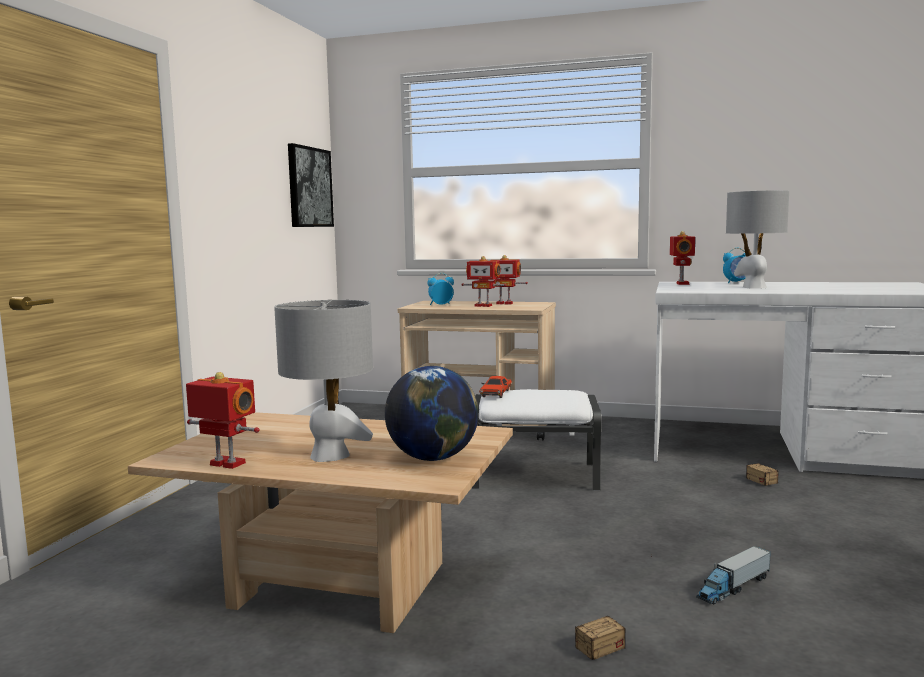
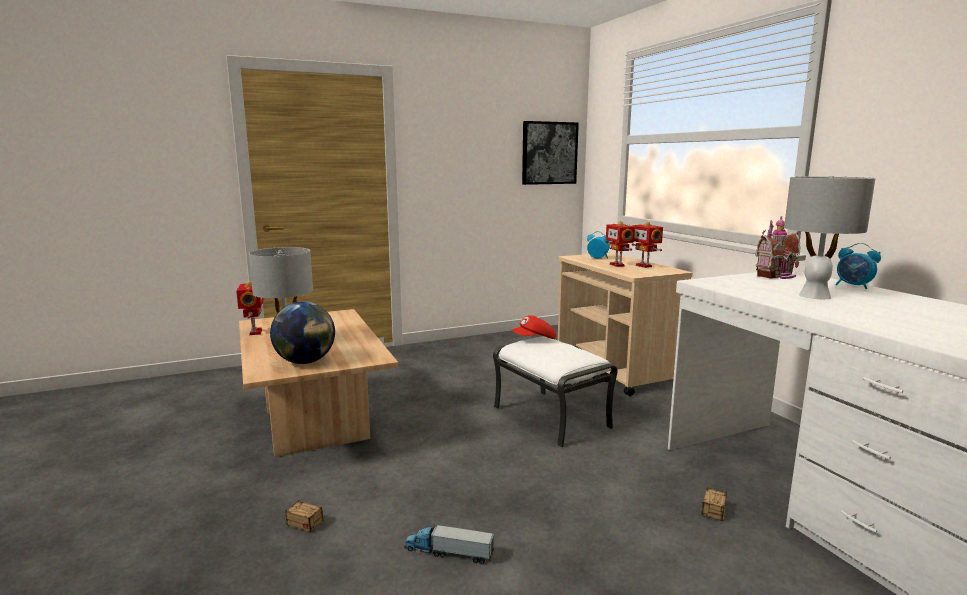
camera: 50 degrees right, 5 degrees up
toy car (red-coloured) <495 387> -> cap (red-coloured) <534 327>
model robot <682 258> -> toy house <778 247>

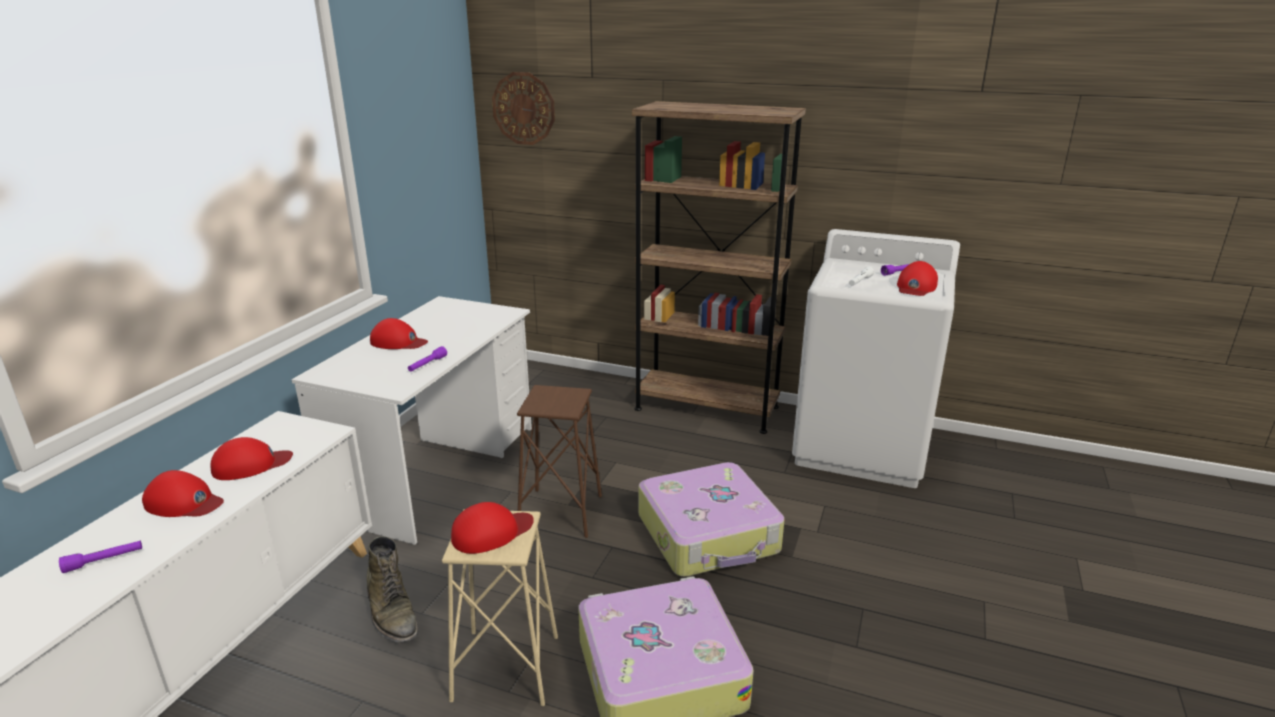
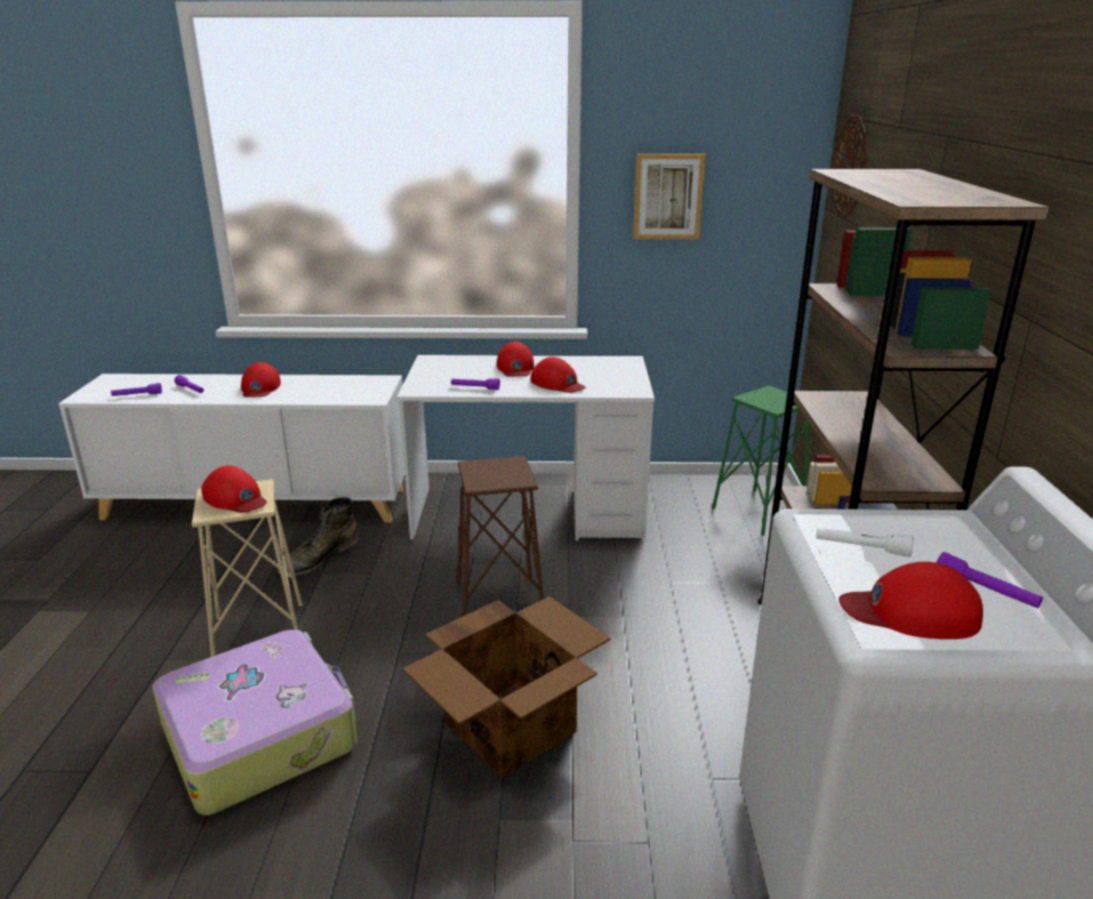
camera: 70 degrees right, 0 degrees up
cap (red-coloured) <252 458> -> cap (red-coloured) <558 375>, move
suitcase <712 519> -> carton <507 687>
none -> hand torch (purplish) <136 389>
none -> wall art <669 196>
none -> stool seat (greenish) <760 461>

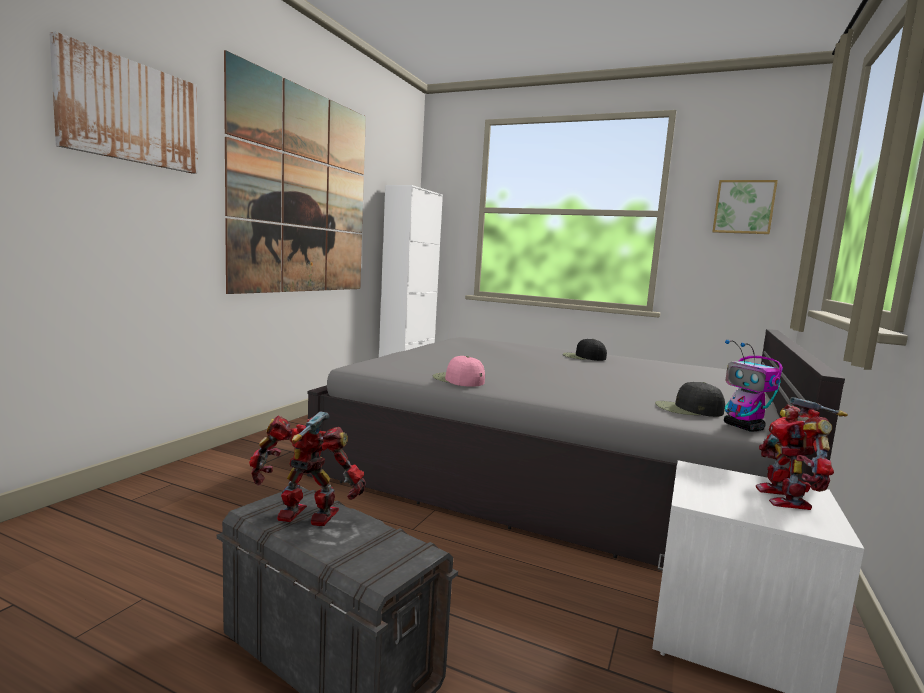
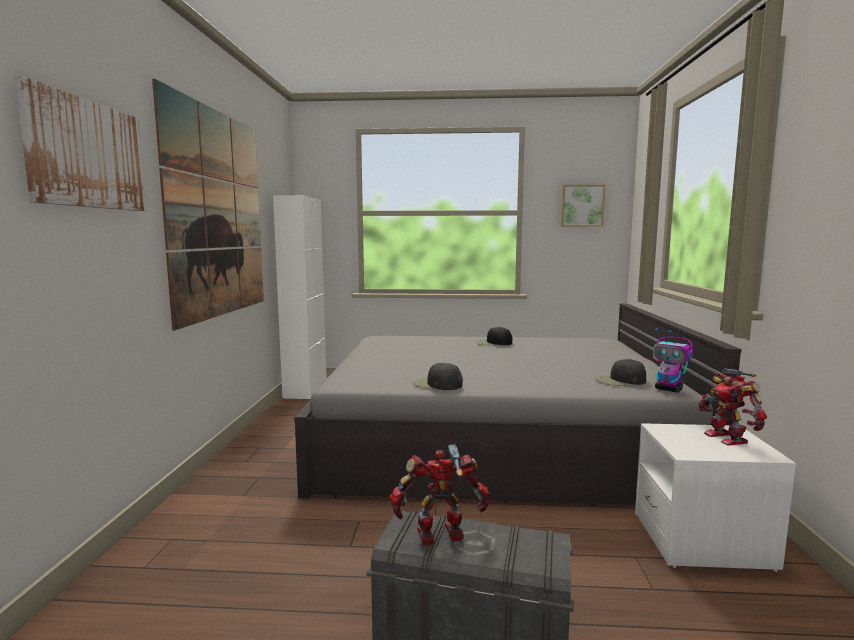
camera: 20 degrees left, 0 degrees up
cap (pink-coloured) <459 371> -> cap (black-coloured) <438 376>

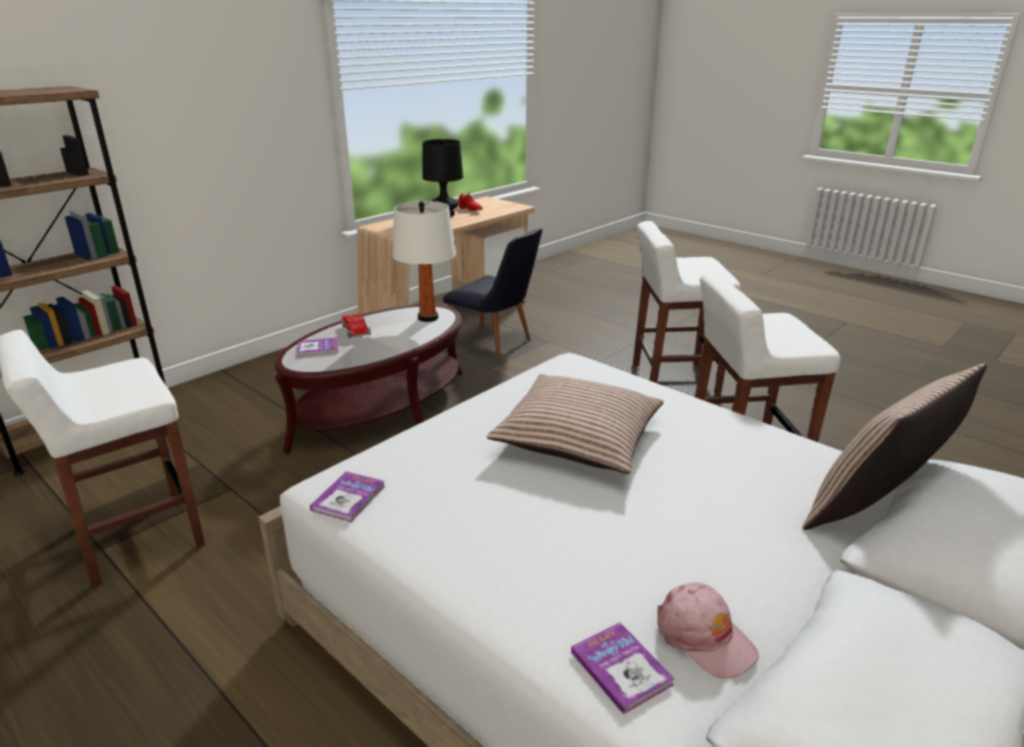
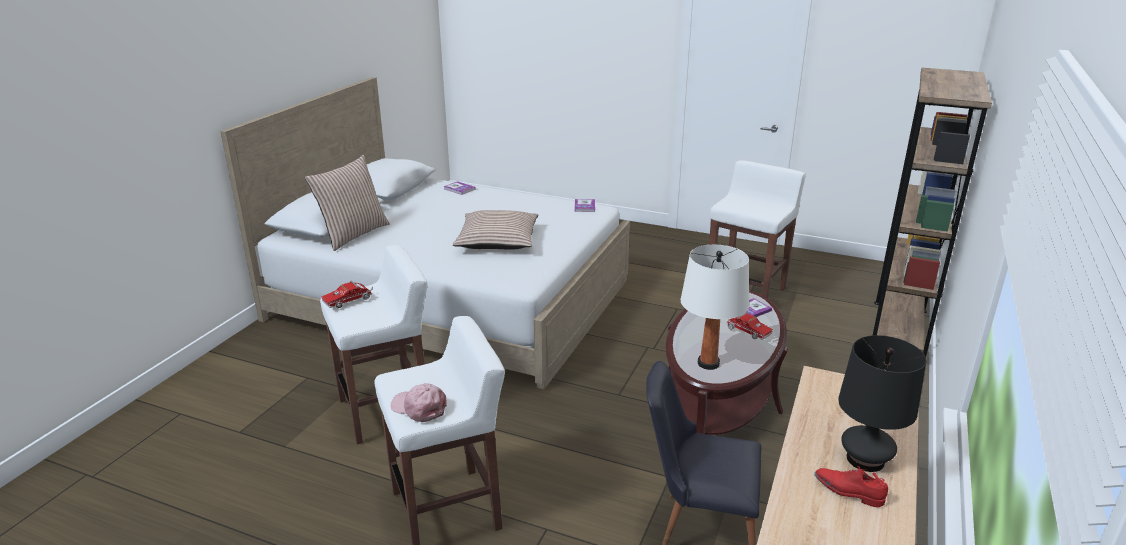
camera: 160 degrees right, 0 degrees up
cap (pink-coloured) <708 630> -> cap (pink-coloured) <419 402>, move
none -> toy truck <347 294>

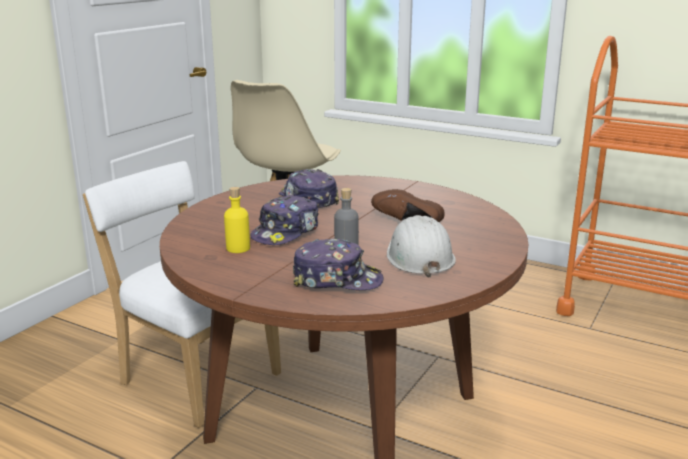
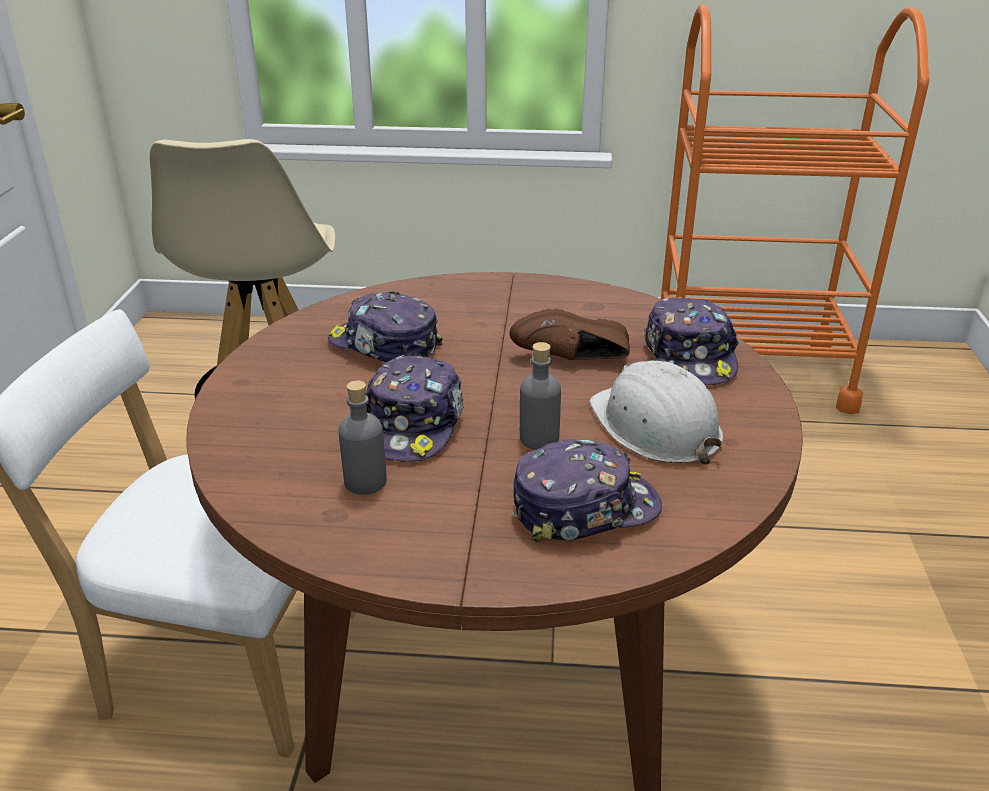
camera: 25 degrees left, 10 degrees up
bottle (yellowish) <237 220> -> bottle (gray) <362 437>
none -> cap <692 341>

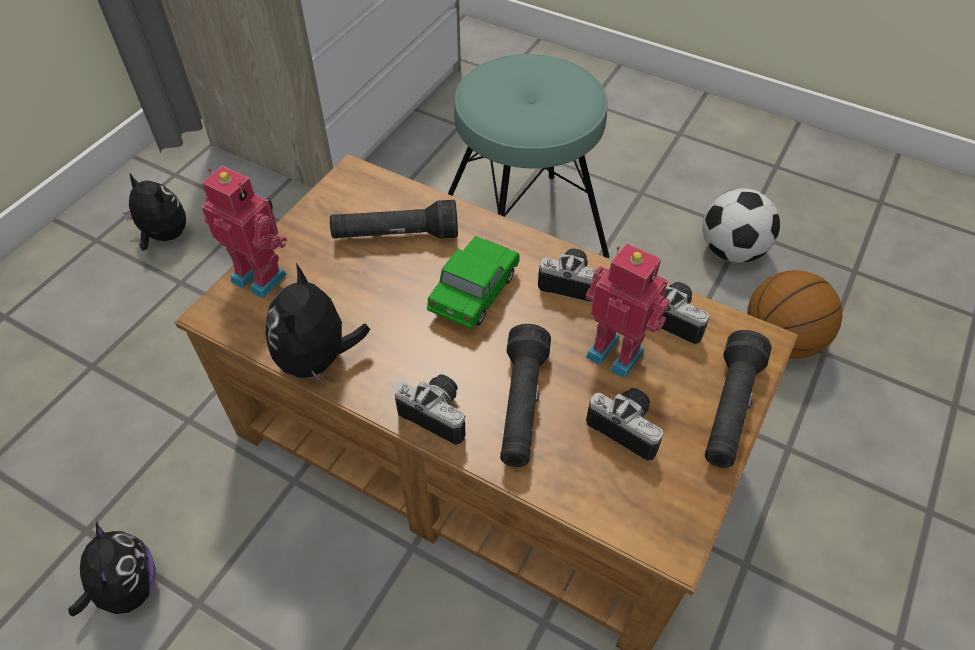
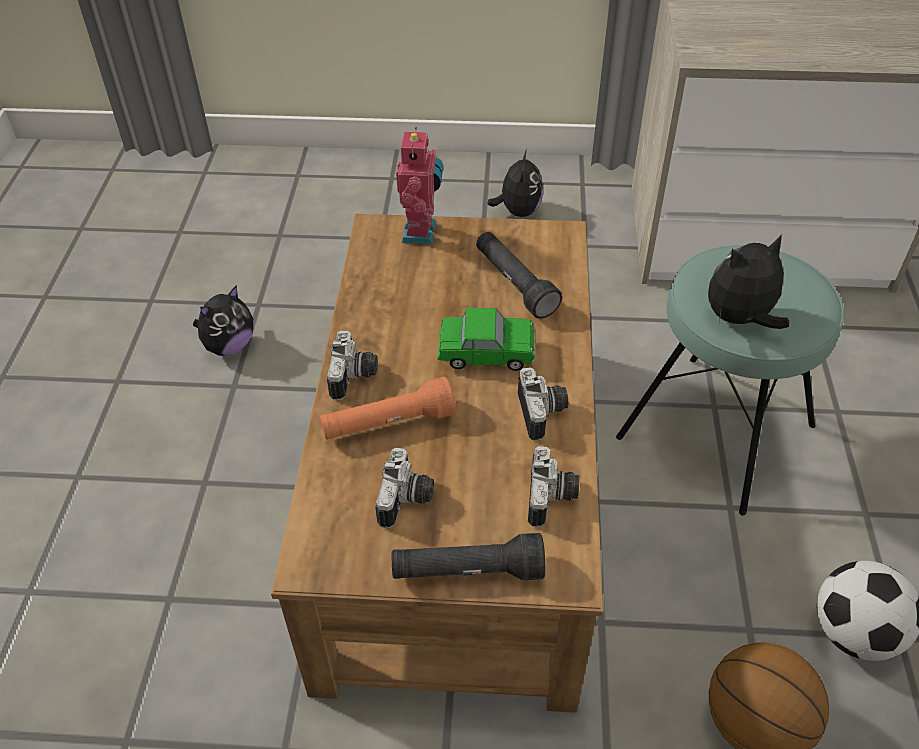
camera: 65 degrees right, 5 degrees down
soft toy <318 324> -> soft toy <748 281>, move
hand torch (black-coloured) <525 395> -> hand torch (orange-coloured) <388 407>
model robot <627 310> -> none

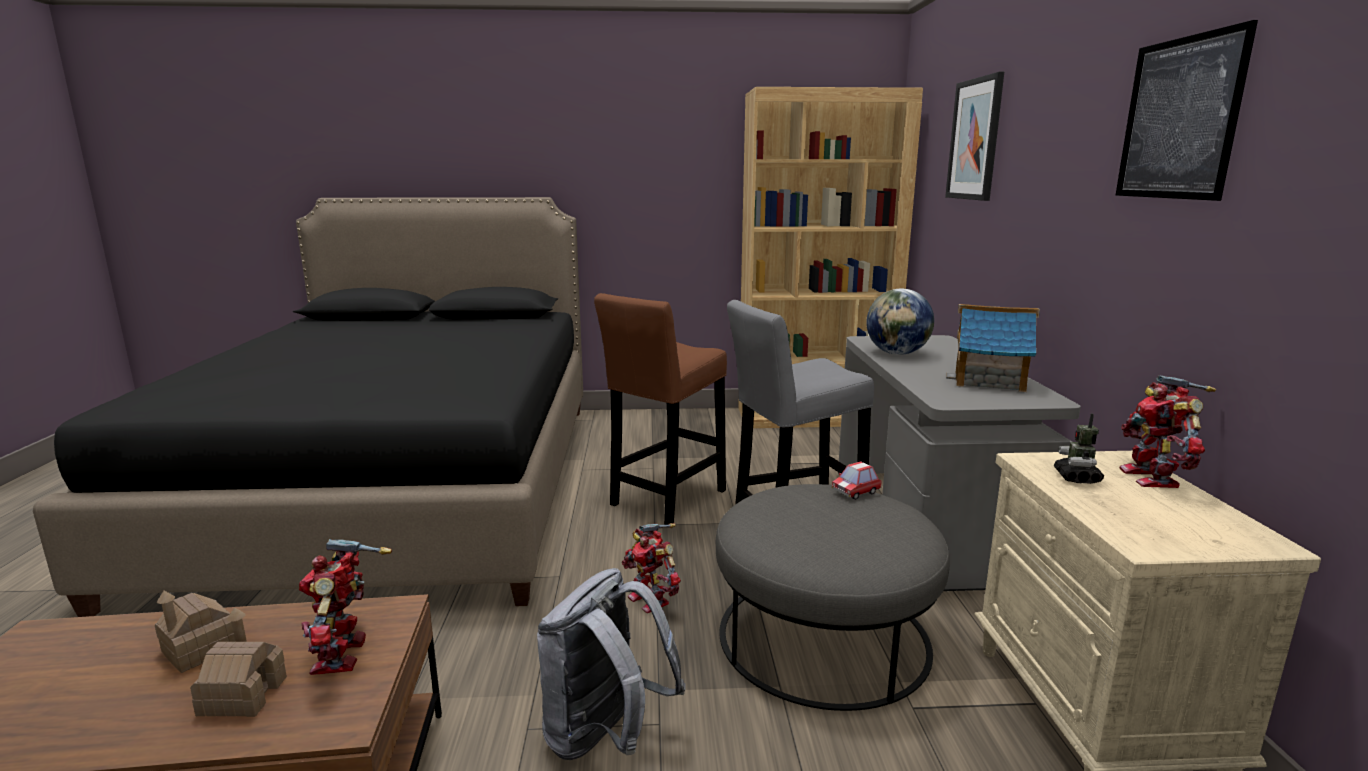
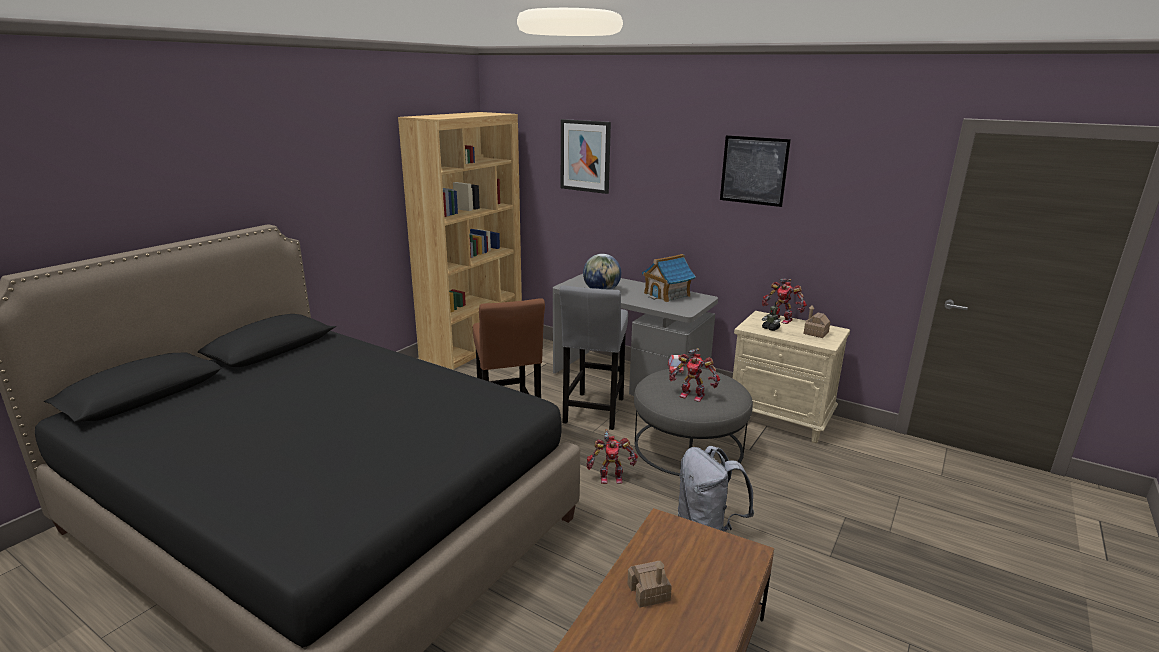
camera: 55 degrees left, 5 degrees up
toy house <238 662> -> toy house <816 321>, move
model robot <345 607> -> model robot <694 375>, move

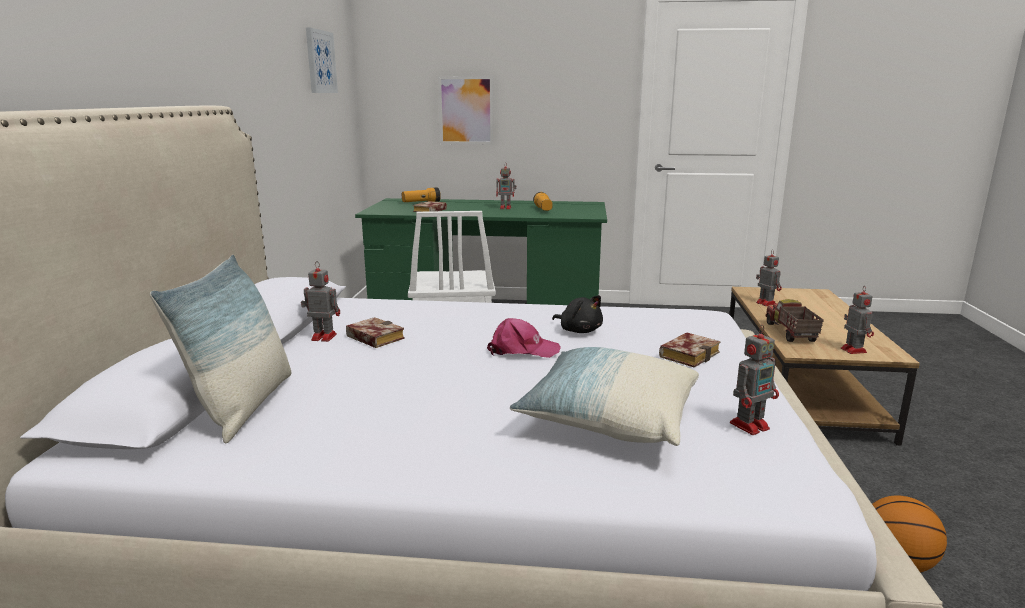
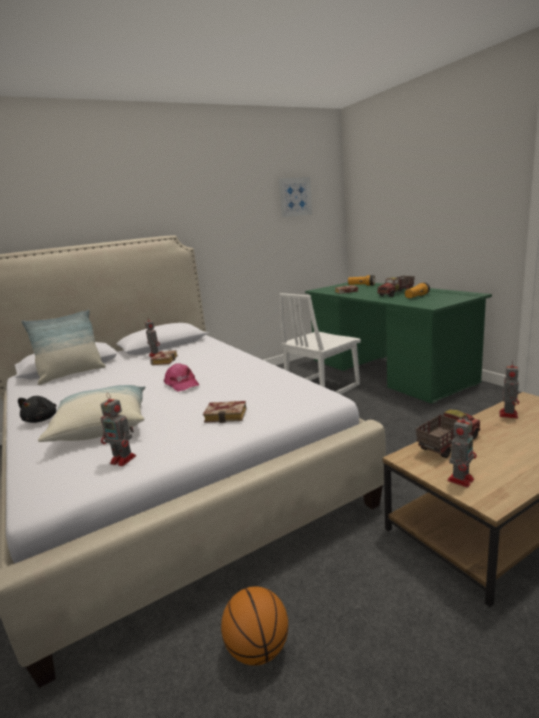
camera: 55 degrees right, 0 degrees up
wall art <466 110> -> none
model robot <506 185> -> toy truck <396 286>
soft toy (black-coloured) <577 314> -> soft toy (black-coloured) <37 409>, move

